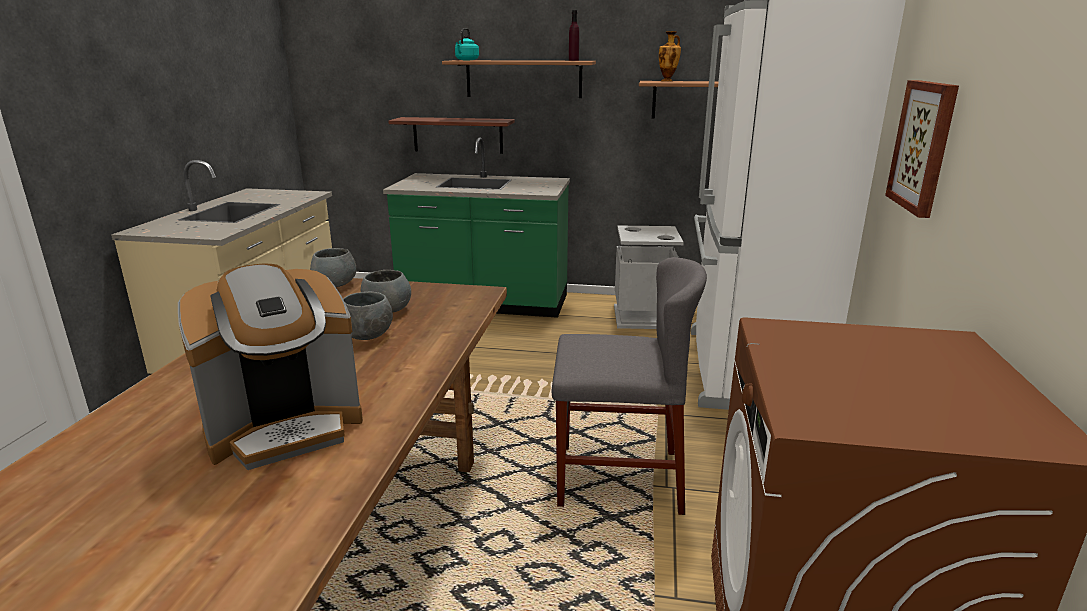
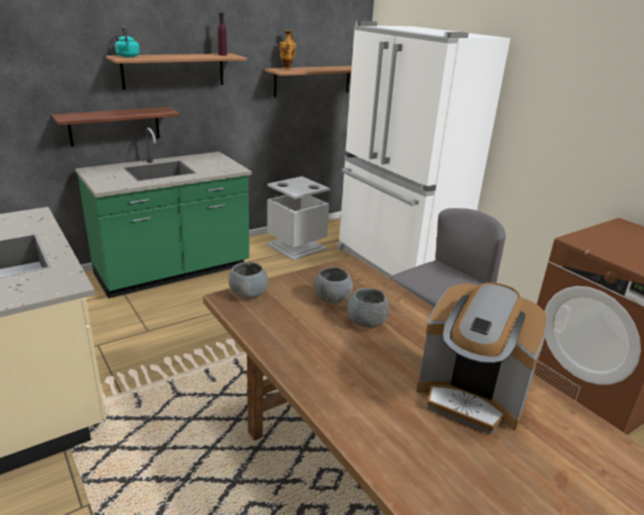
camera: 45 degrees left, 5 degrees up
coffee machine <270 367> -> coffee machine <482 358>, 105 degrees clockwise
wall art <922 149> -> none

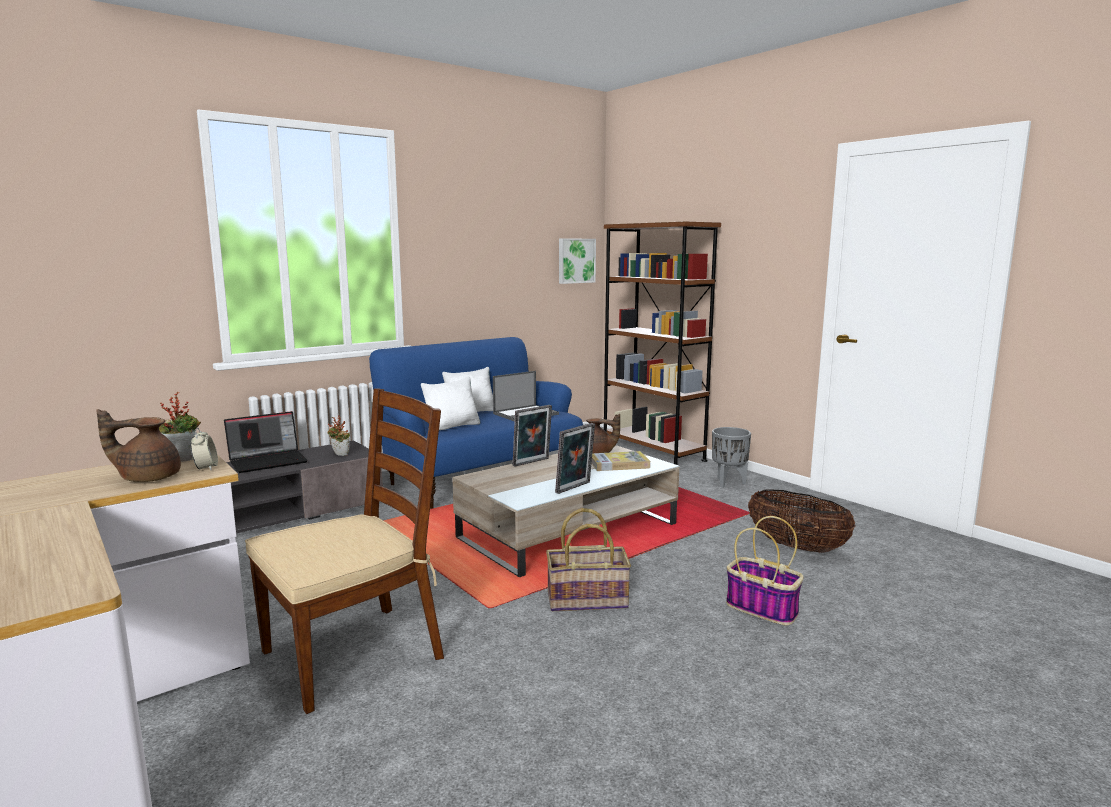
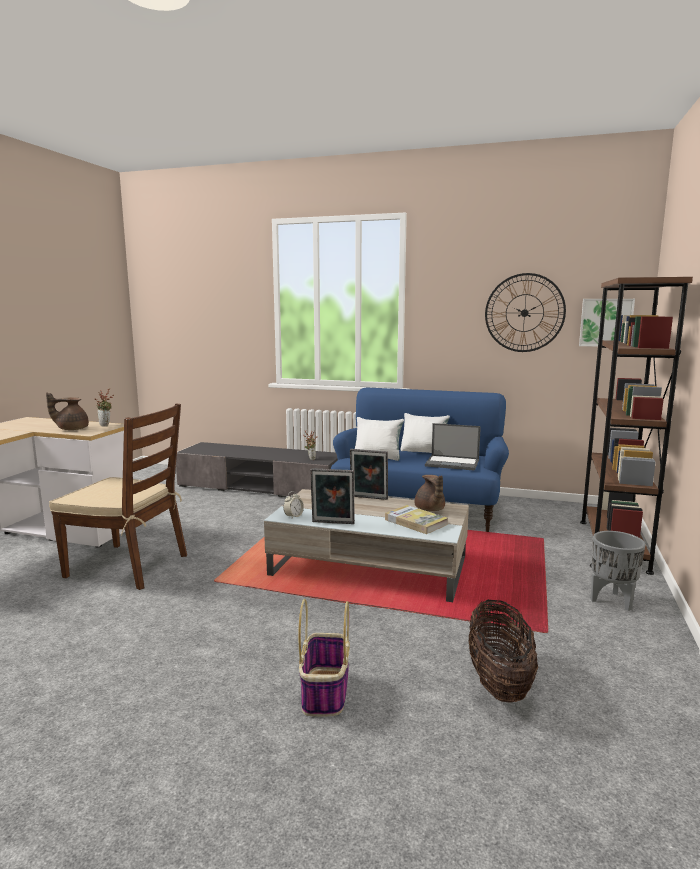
camera: 55 degrees right, 0 degrees up
tea pot (brownish) <138 445> -> tea pot (brownish) <67 411>, 60 degrees counterclockwise
table clock <204 449> -> table clock <293 504>, move
notebook computer <266 442> -> none
storage basket <588 559> -> none
none -> hanging clock <525 312>

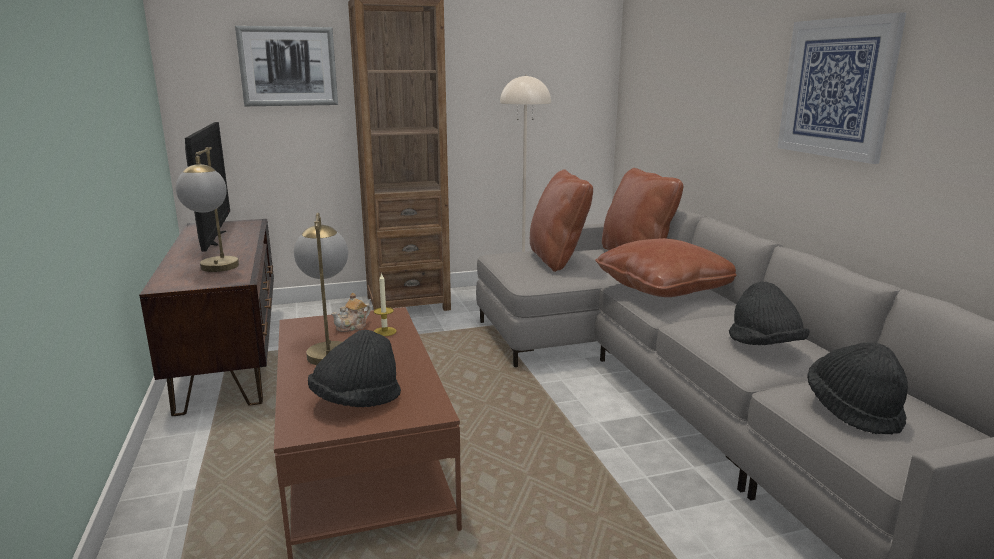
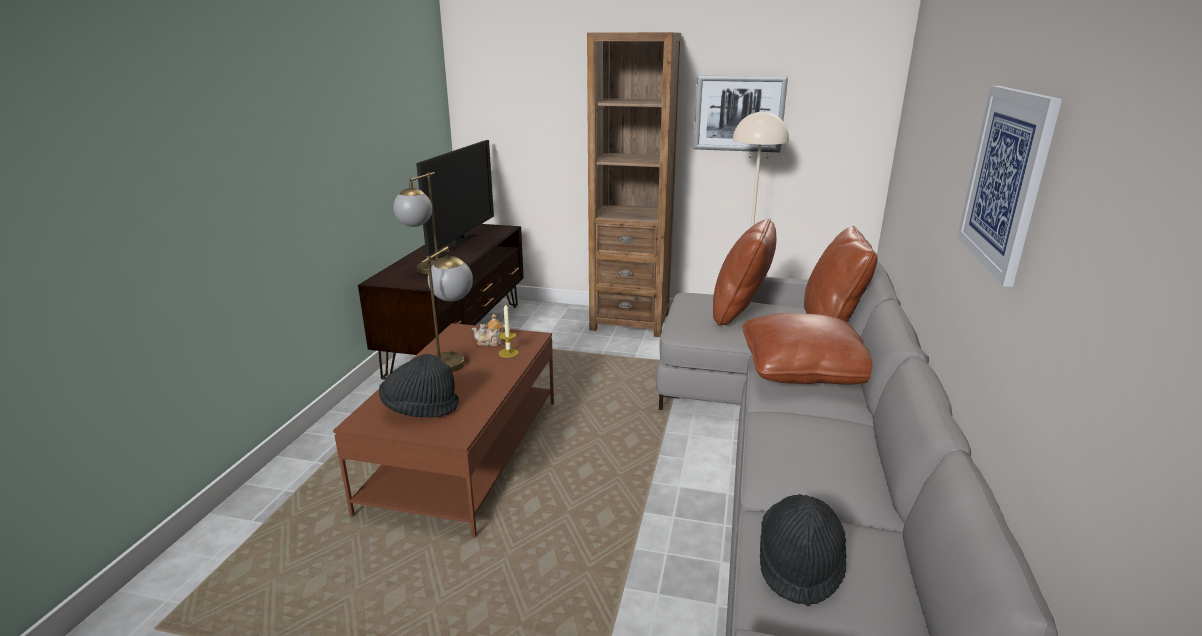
camera: 30 degrees right, 5 degrees up
wall art <286 66> -> wall art <741 114>, move
clothing hat (black-coloured) <769 313> -> none

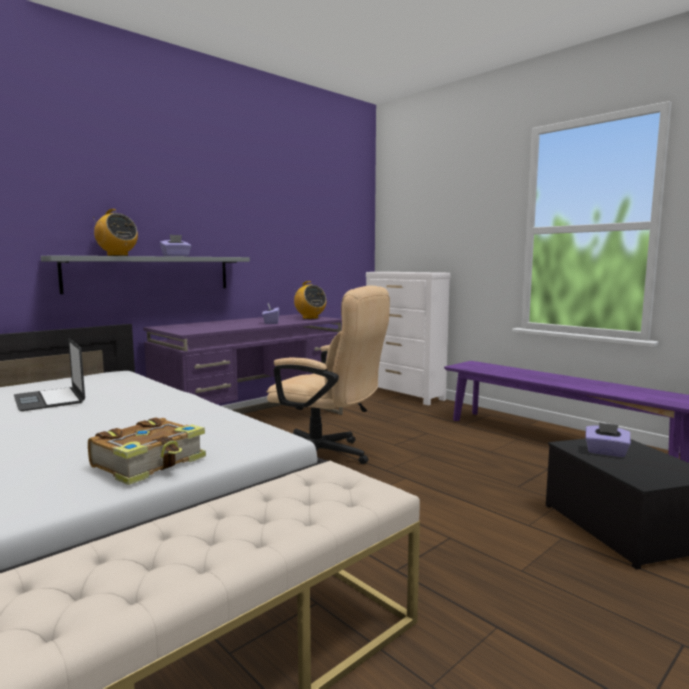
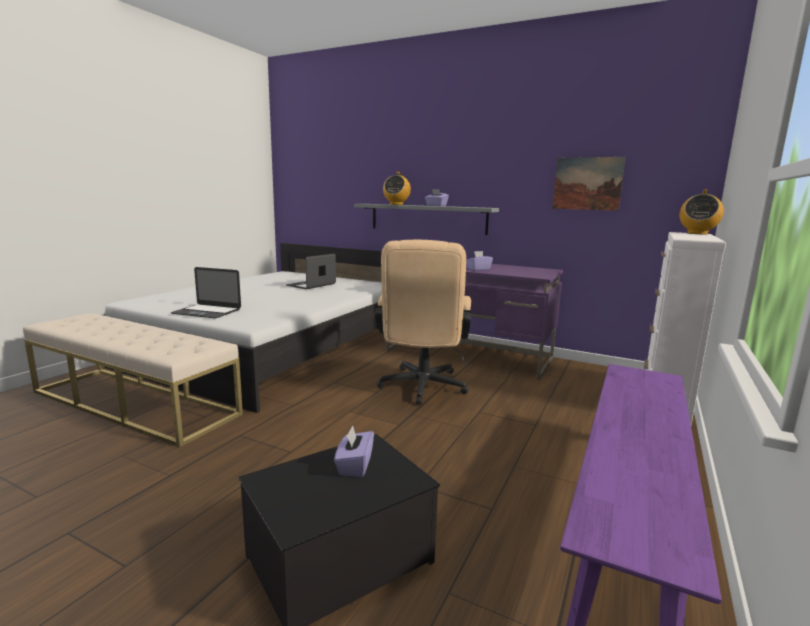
camera: 70 degrees right, 5 degrees up
bound book <147 451> -> notebook computer <205 292>
radio set <309 300> -> radio set <701 212>, move
none -> wall art <589 184>

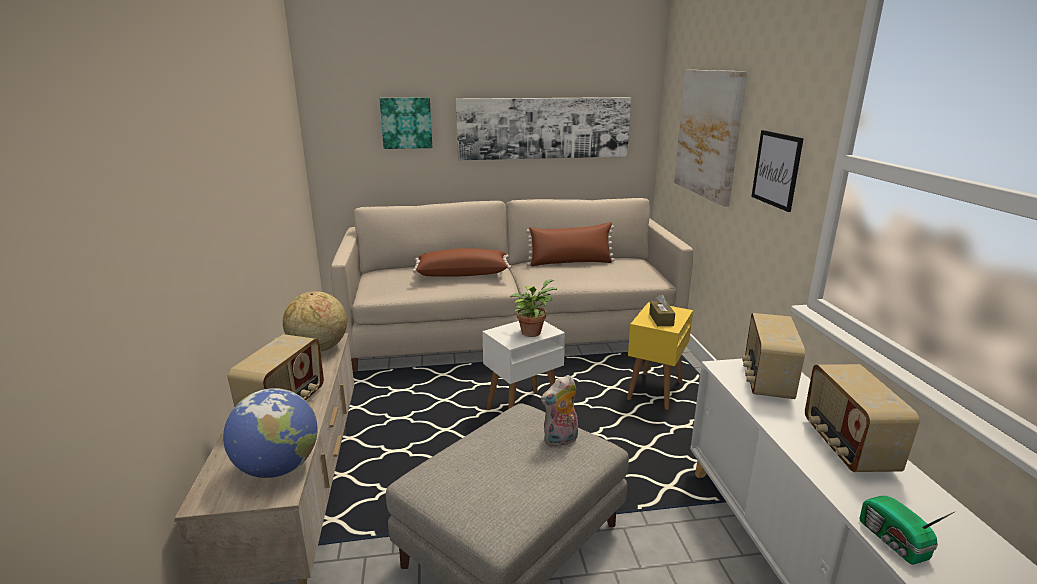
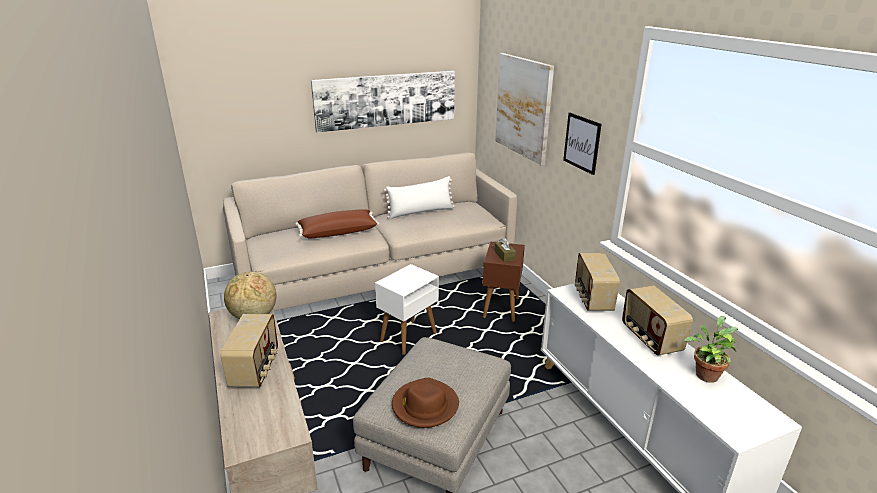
camera: 15 degrees left, 5 degrees up
world globe <270 433> -> none
wall art <406 123> -> none
houseplant <533 308> -> houseplant <711 349>, move
throw pillow (brownish) <570 244> -> throw pillow (whitish) <419 197>
soft toy <559 411> -> none
side table (yellowish) <660 356> -> side table (brownish) <503 282>
radio set <907 530> -> none
none -> clothing hat (brownish) <425 403>

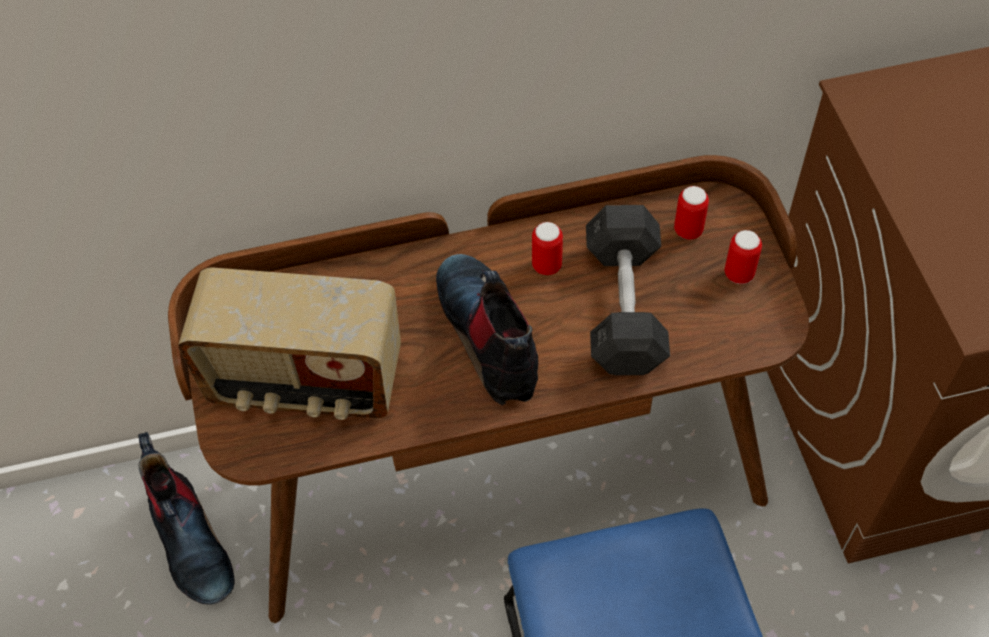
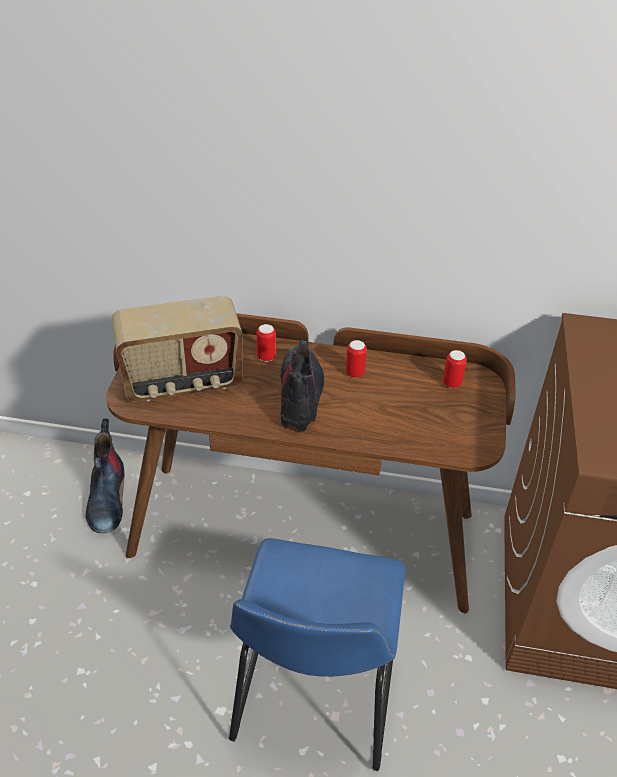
camera: 20 degrees right, 15 degrees down
radio set <289 343> -> radio set <177 349>, 45 degrees counterclockwise
hand weight (gray) <628 290> -> none
can <743 257> -> can <266 343>, move

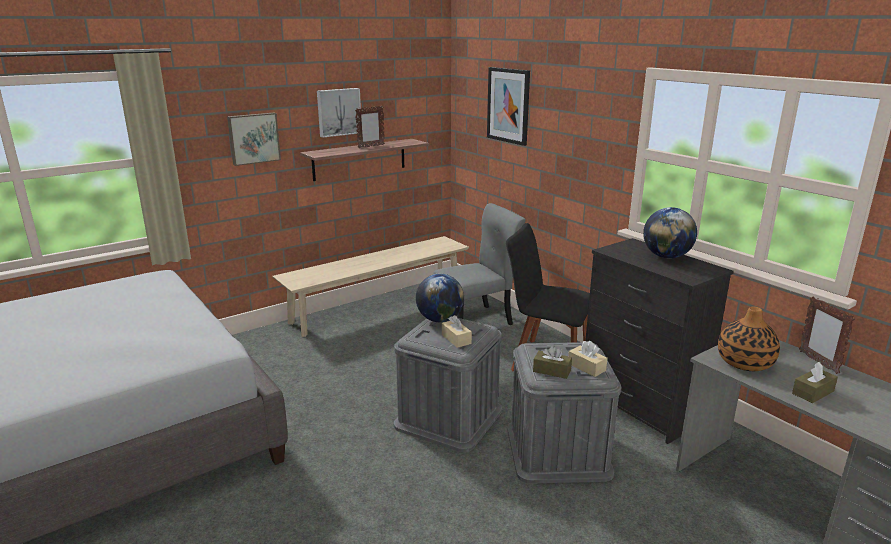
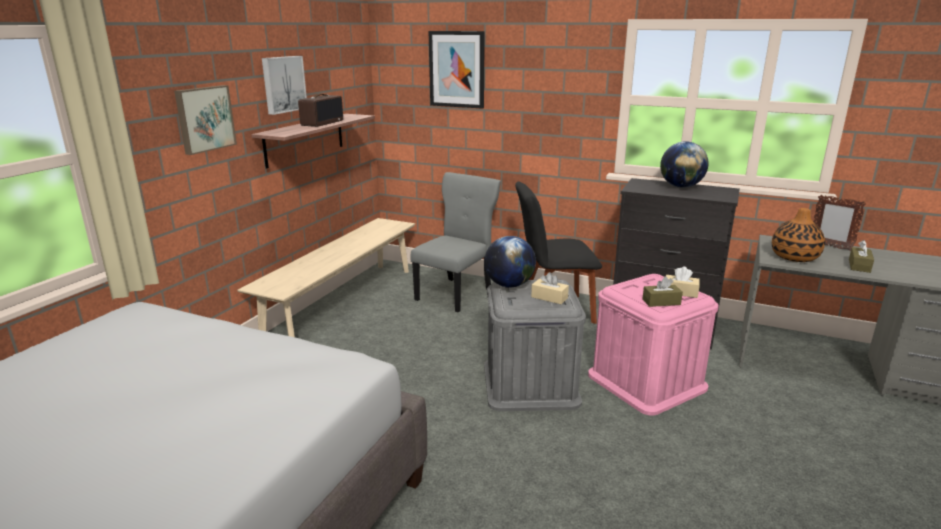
camera: 30 degrees left, 0 degrees up
picture frame <370 126> -> radio set <320 110>
storage container (gray) <564 412> -> storage container (pink-coloured) <653 345>

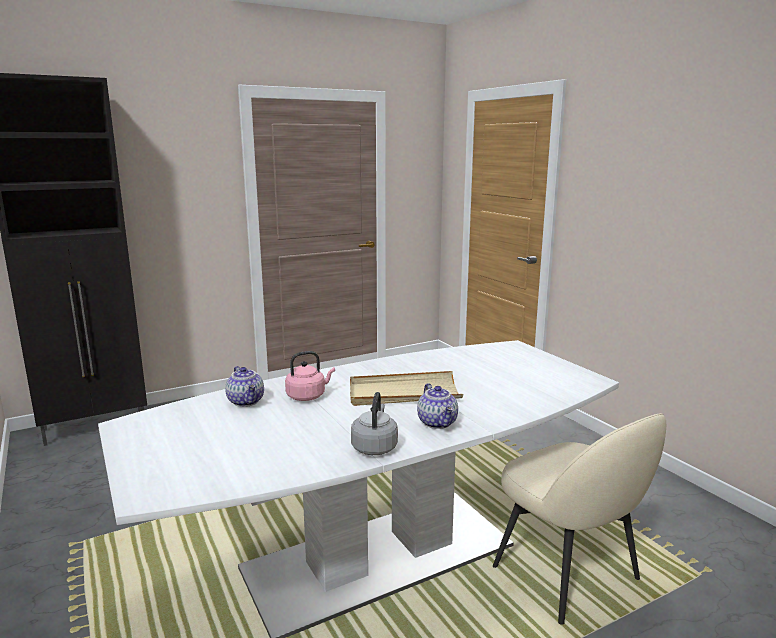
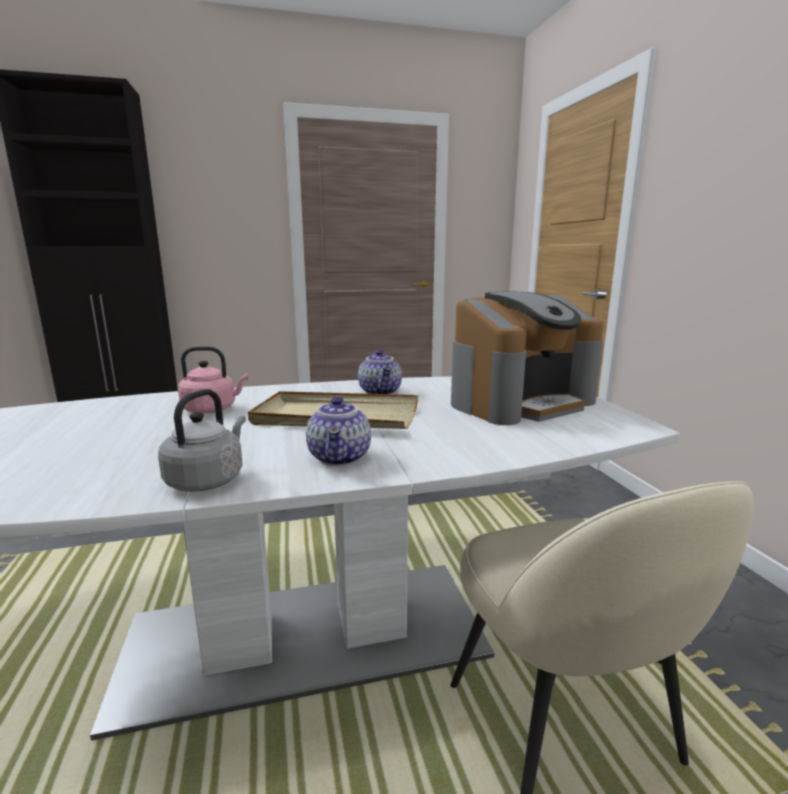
camera: 15 degrees right, 0 degrees up
tea pot <244 386> -> tea pot <380 372>, move
none -> coffee machine <527 358>

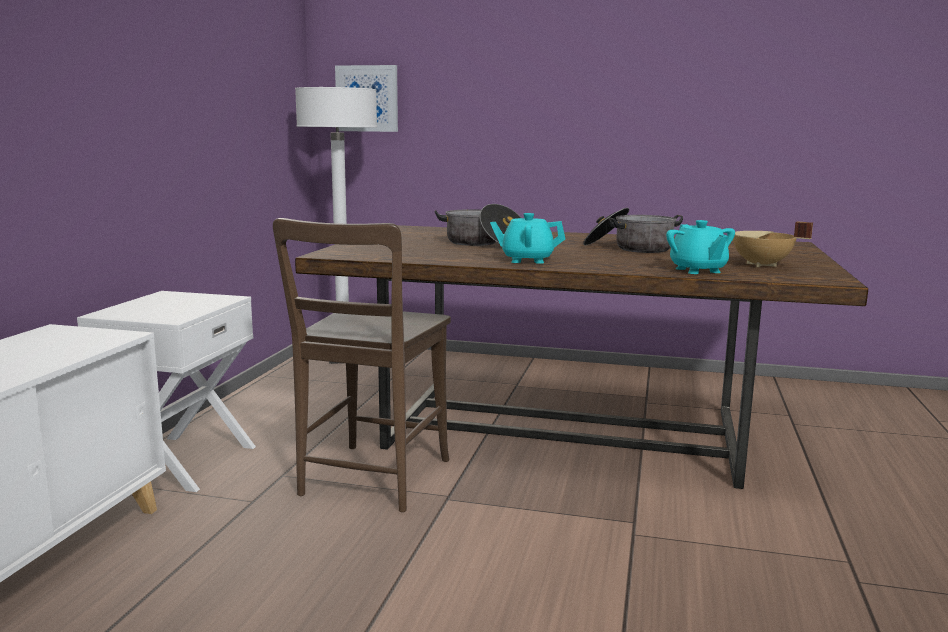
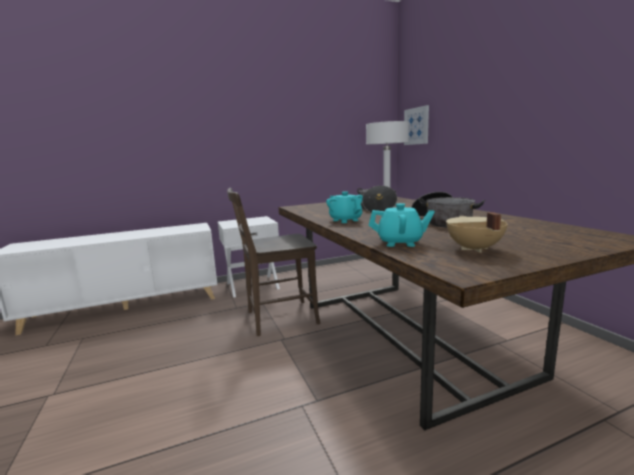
camera: 55 degrees right, 0 degrees up
tea pot (turquoise-coloured) <700 247> -> tea pot (turquoise-coloured) <402 225>, 120 degrees counterclockwise

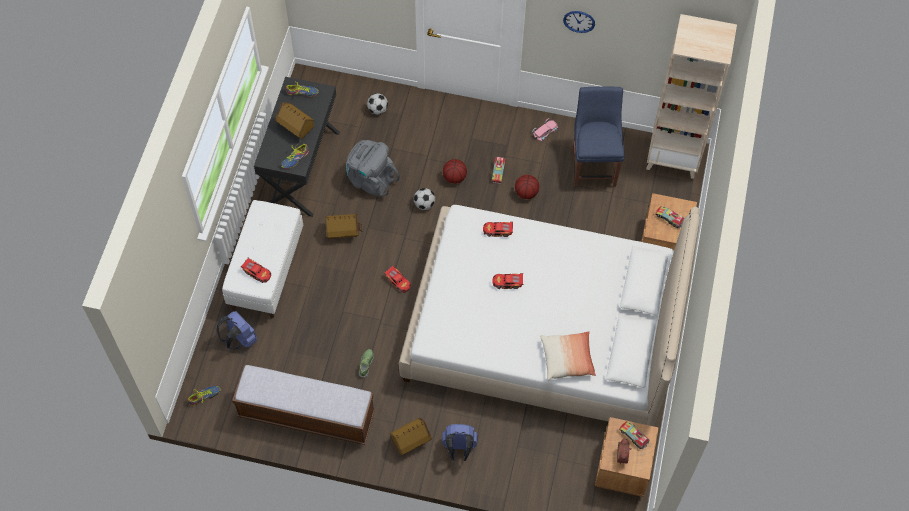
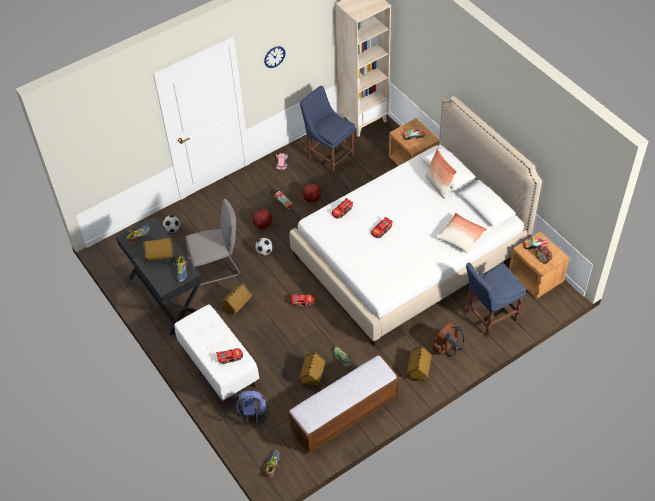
camera: 45 degrees left, 10 degrees down
backpack (gray) <373 168> -> plain chair (gray) <212 242>
backpack (blue) <460 442> -> backpack (brownish) <449 339>
none -> toy house <312 369>
none -> throw pillow <441 173>
none -> plain chair (blue) <496 300>

